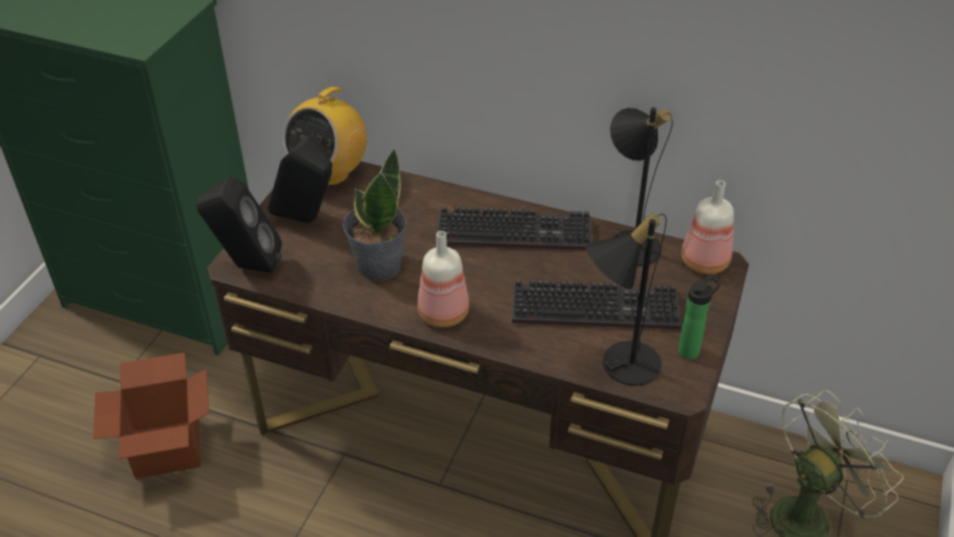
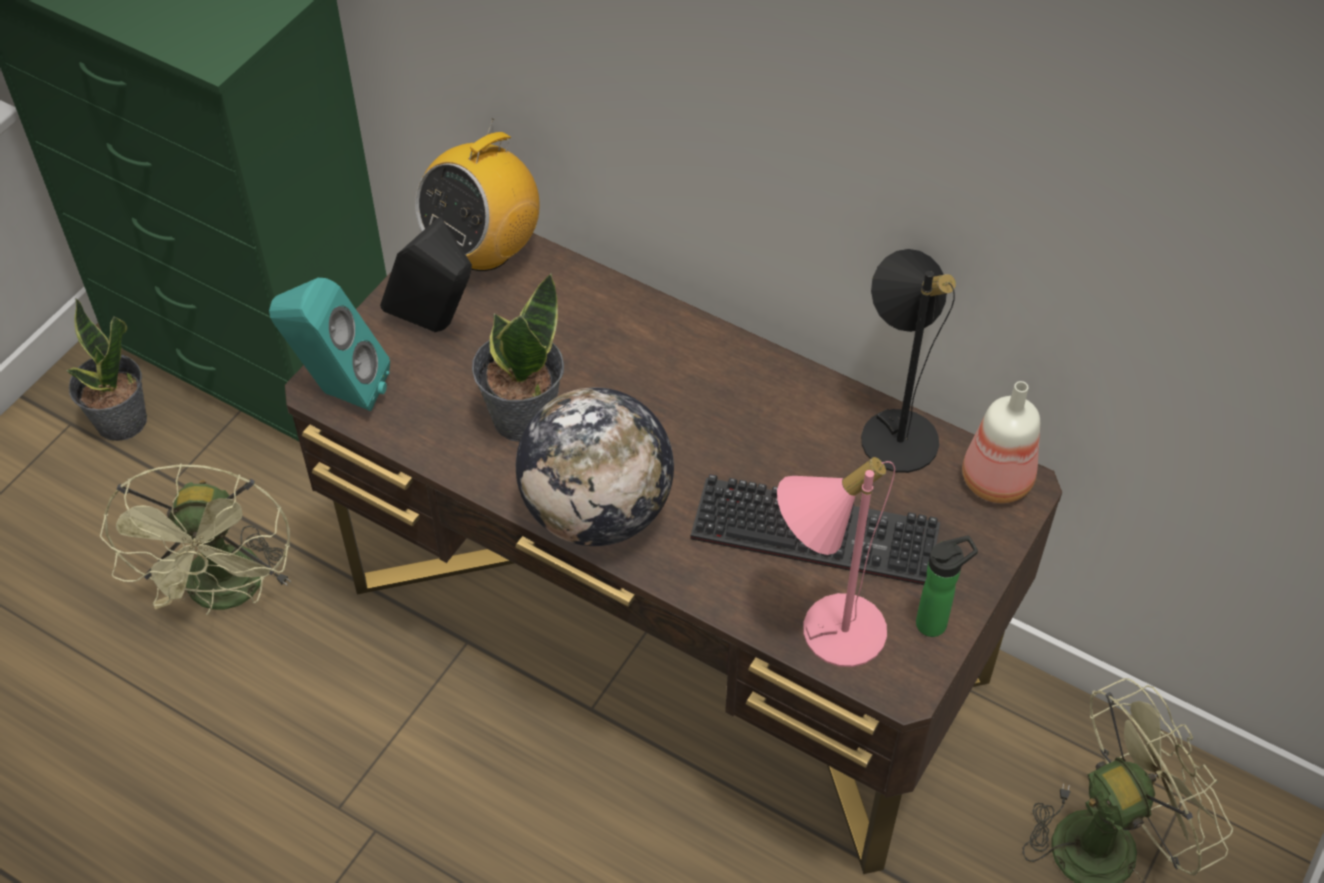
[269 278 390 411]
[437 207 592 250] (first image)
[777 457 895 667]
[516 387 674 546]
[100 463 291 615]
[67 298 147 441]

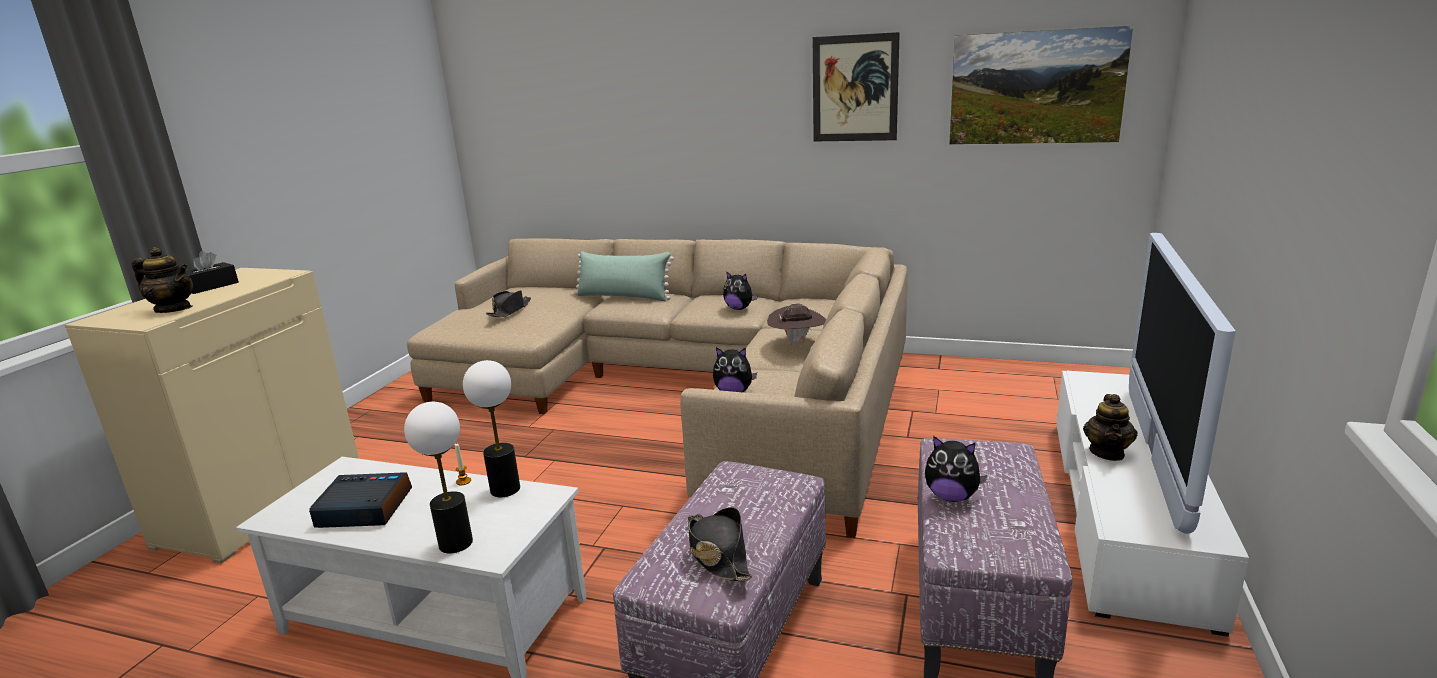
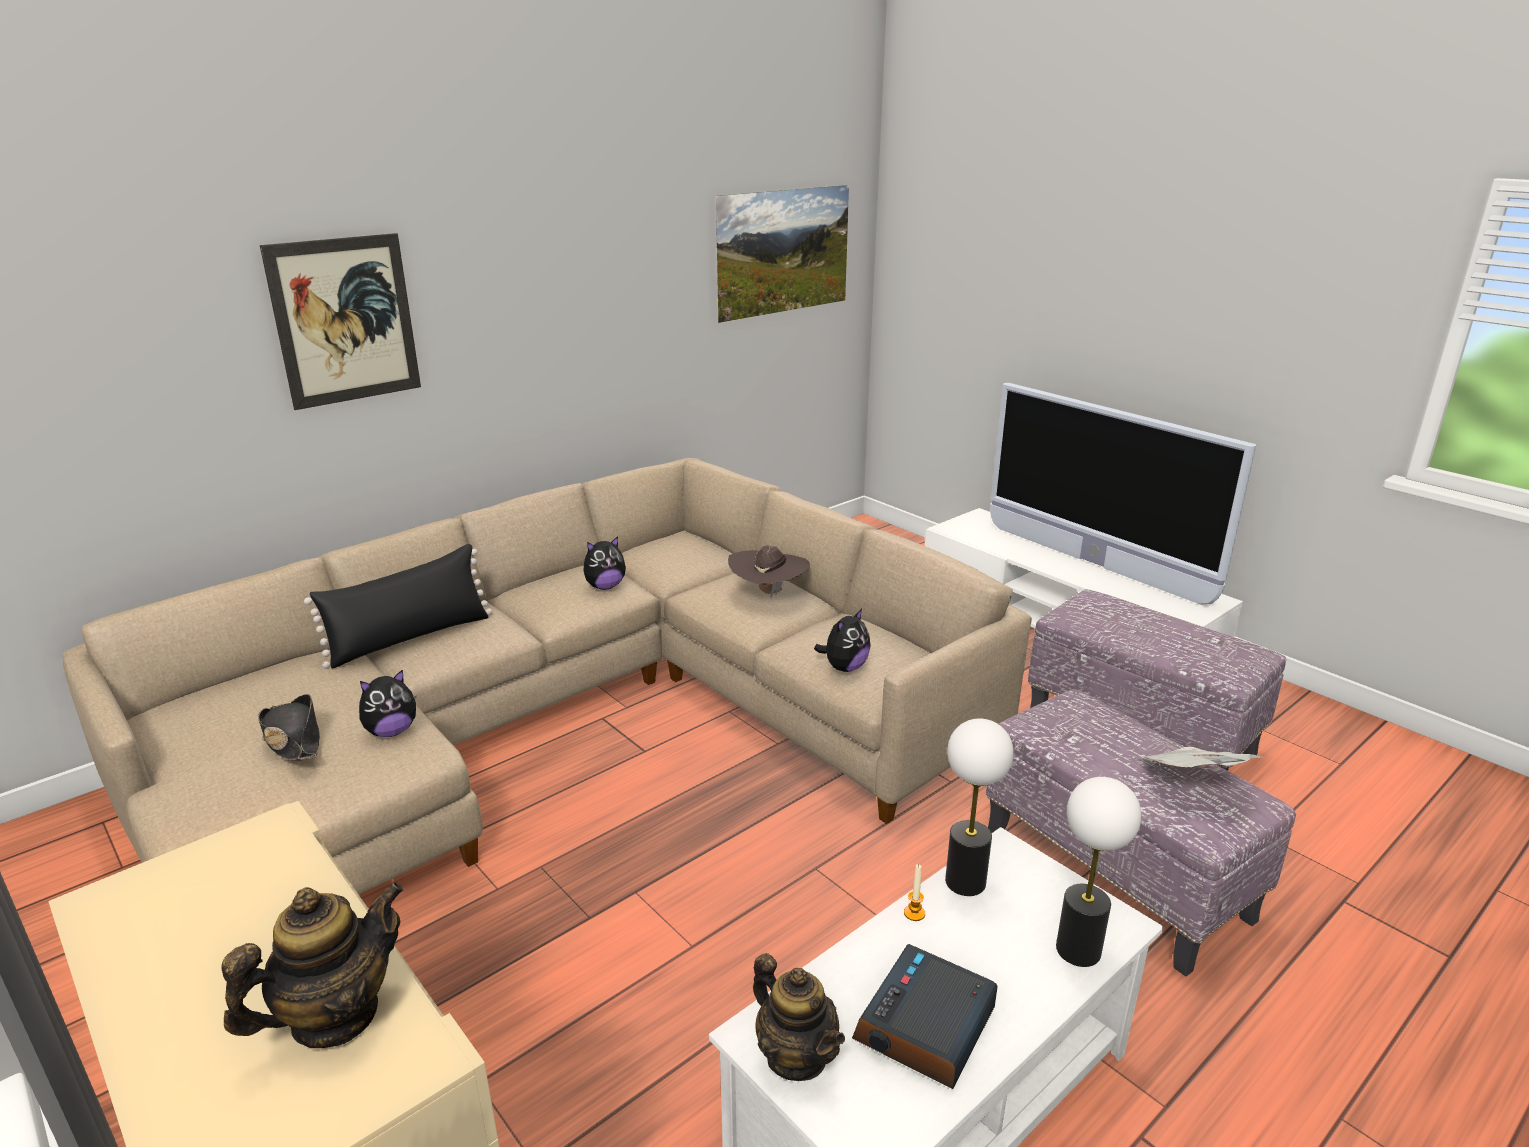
[260 233 421 410]
[185 251 239 294] (first image)
[304 544 492 669]
[753 953 845 1081]
[359 669 416 737]
[1141 747 1264 768]

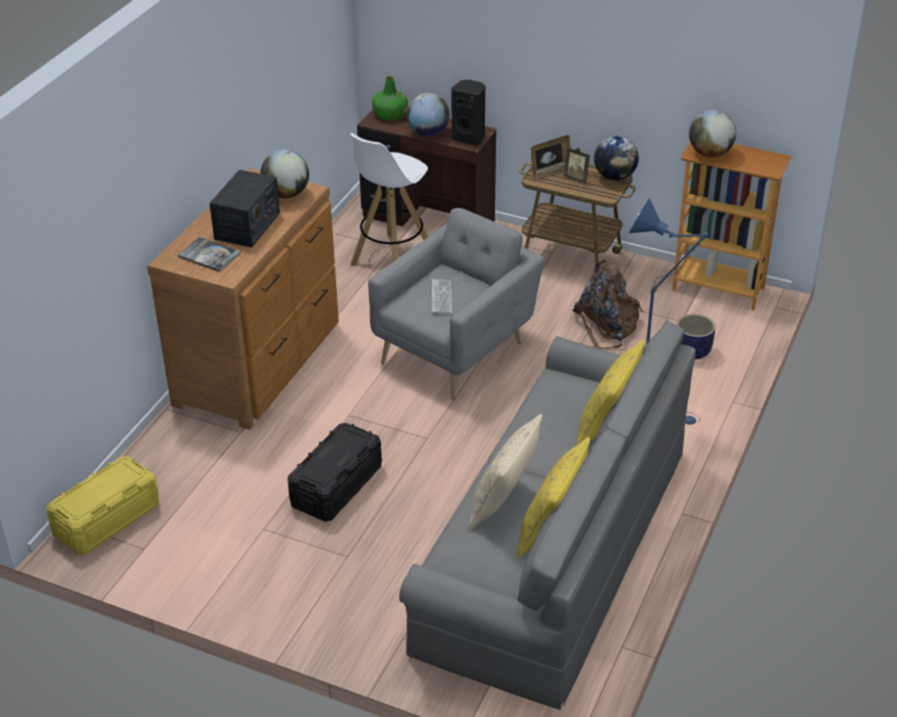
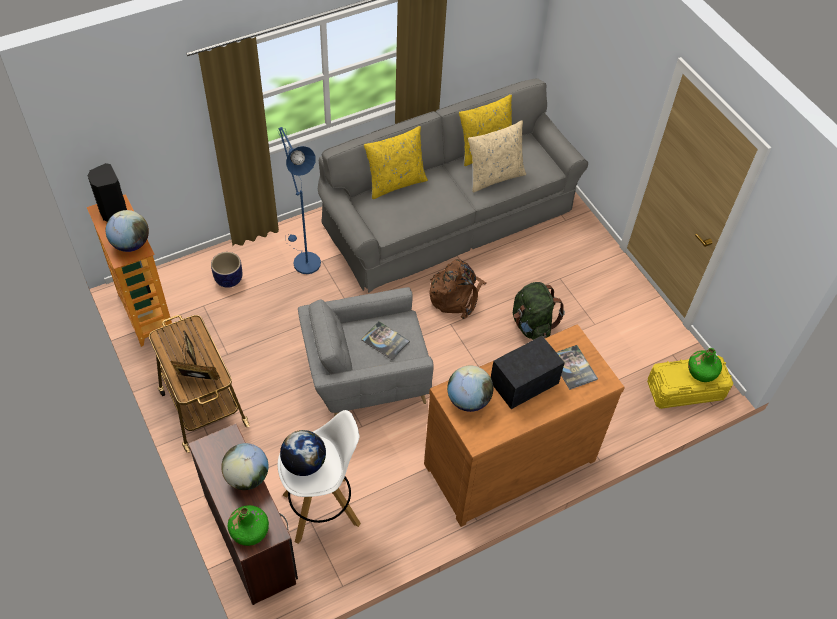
[88 163 127 222]
[280 430 326 476]
[429 259 487 319]
[361 321 410 360]
[513 282 565 340]
[688 348 722 382]

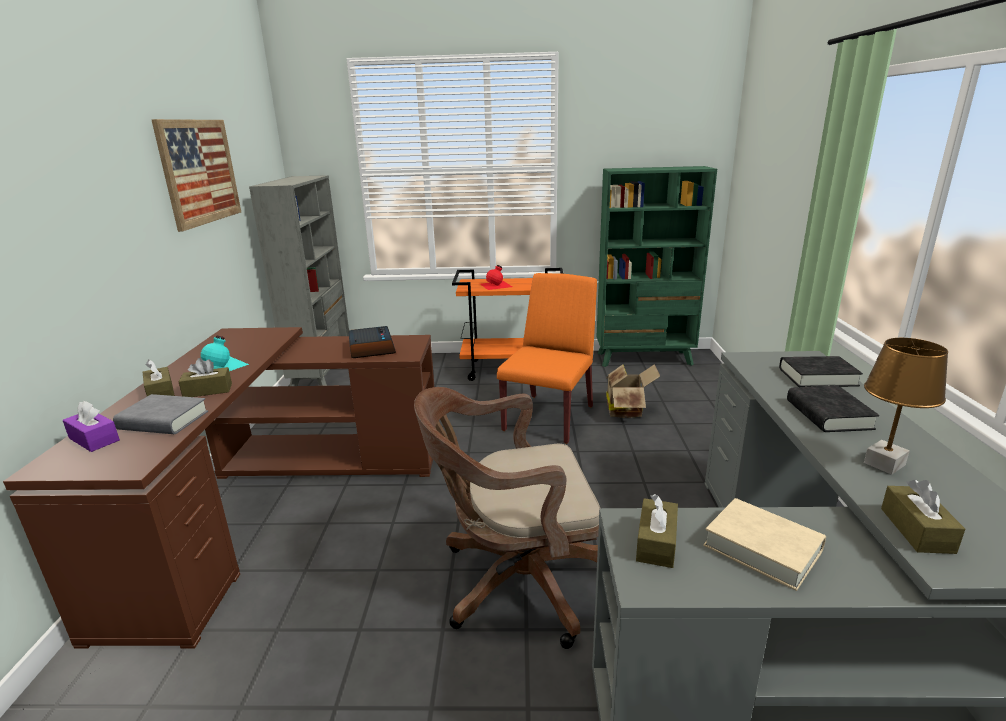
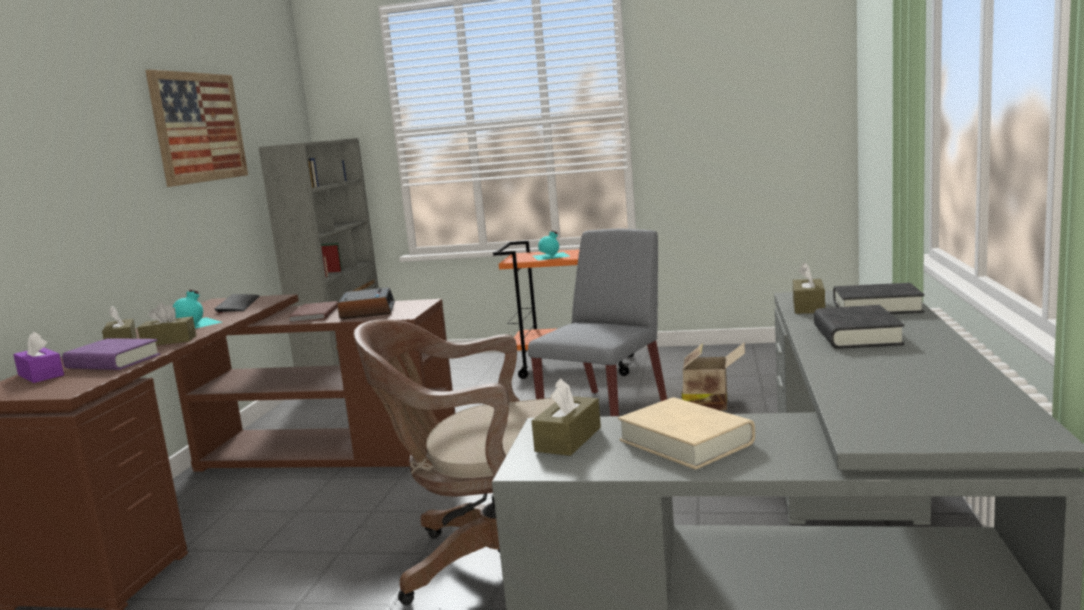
[597 166 717 367] (first image)
[533 230 571 260]
[528 228 667 416]
[864 338 948 475] (first image)
[62 338 160 370]
[793 262 825 314]
[214 294 260 313]
[288 301 338 323]

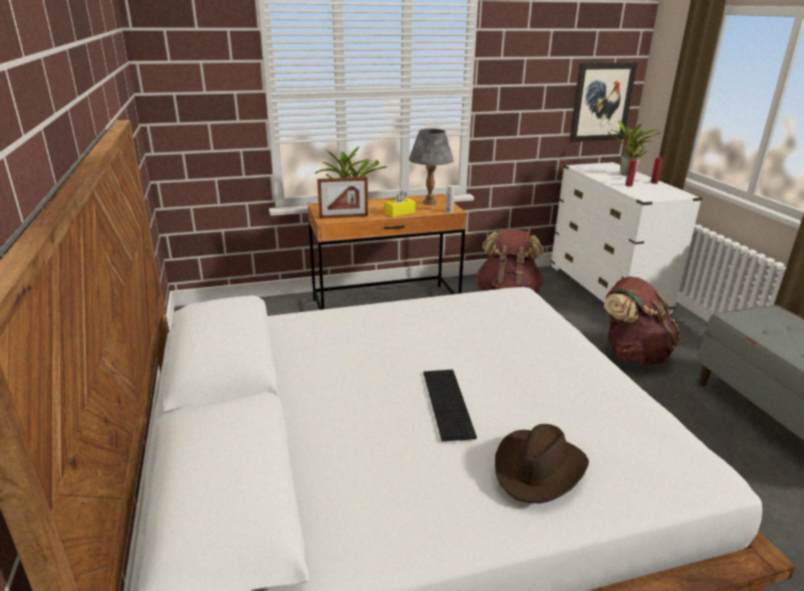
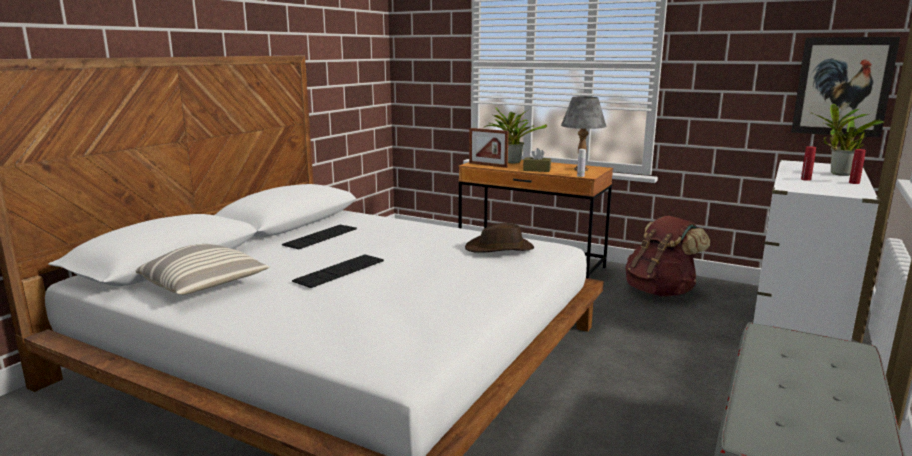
[523 148 551 172]
[604 276 680 365] (first image)
[465 223 534 253]
[282 225 357 249]
[136 244 269 295]

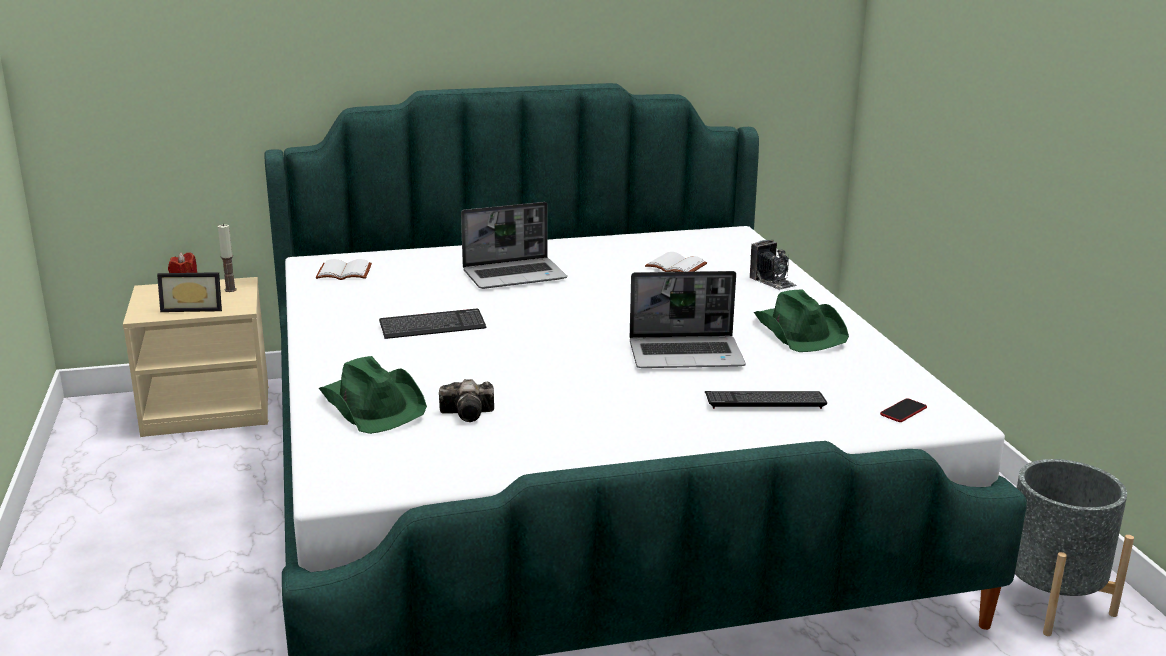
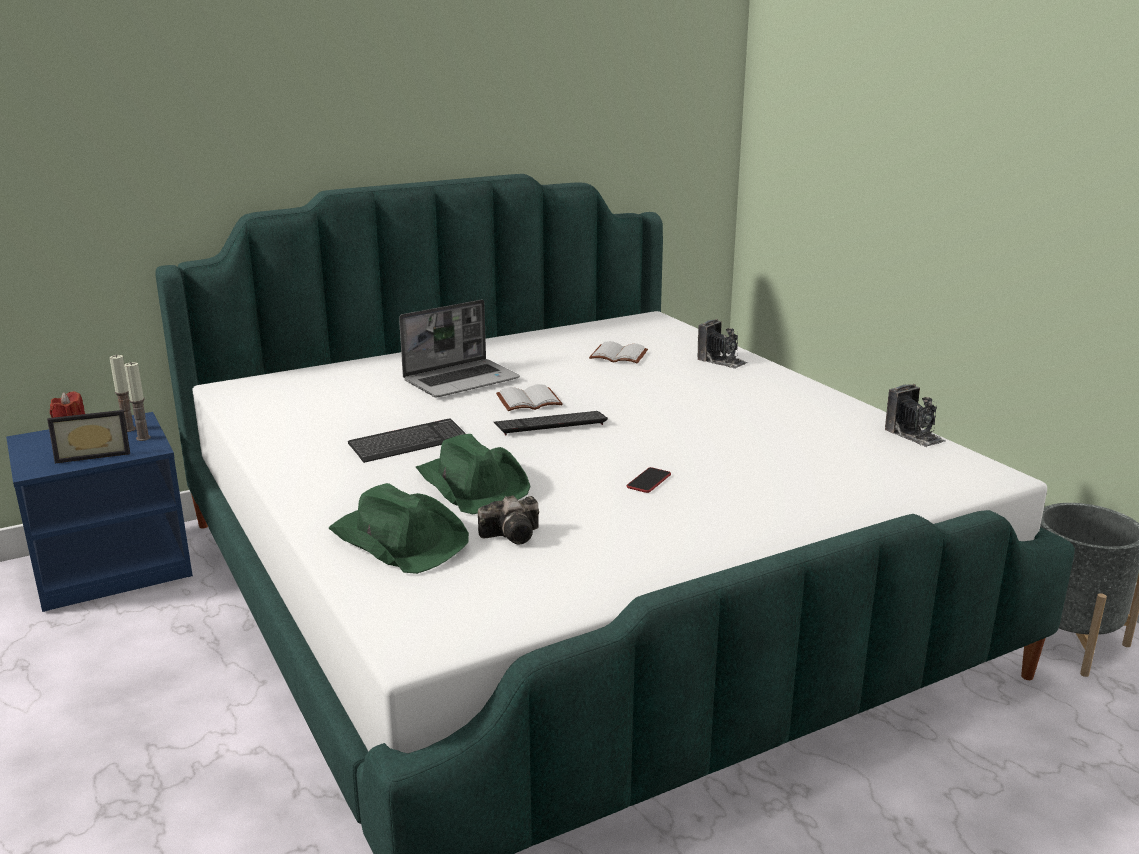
[496 384 563 411]
[630 271 746 368] (first image)
[6 412 193 612]
[416 434 531 514]
[494 411 608 435]
[627 467 671 493]
[124 362 151 441]
[885 384 945 447]

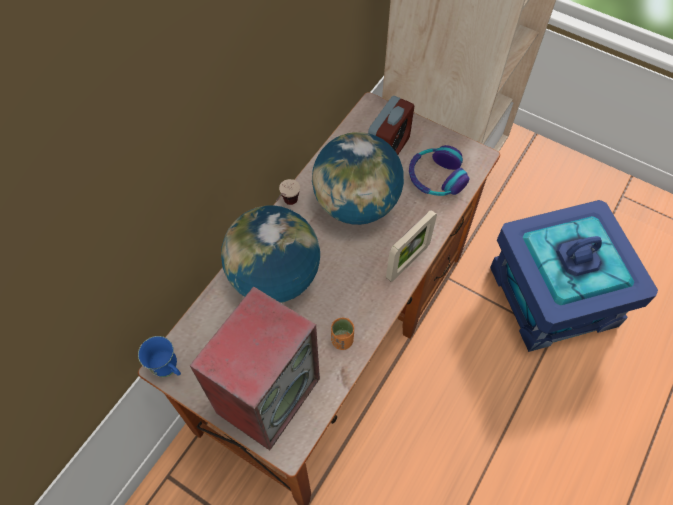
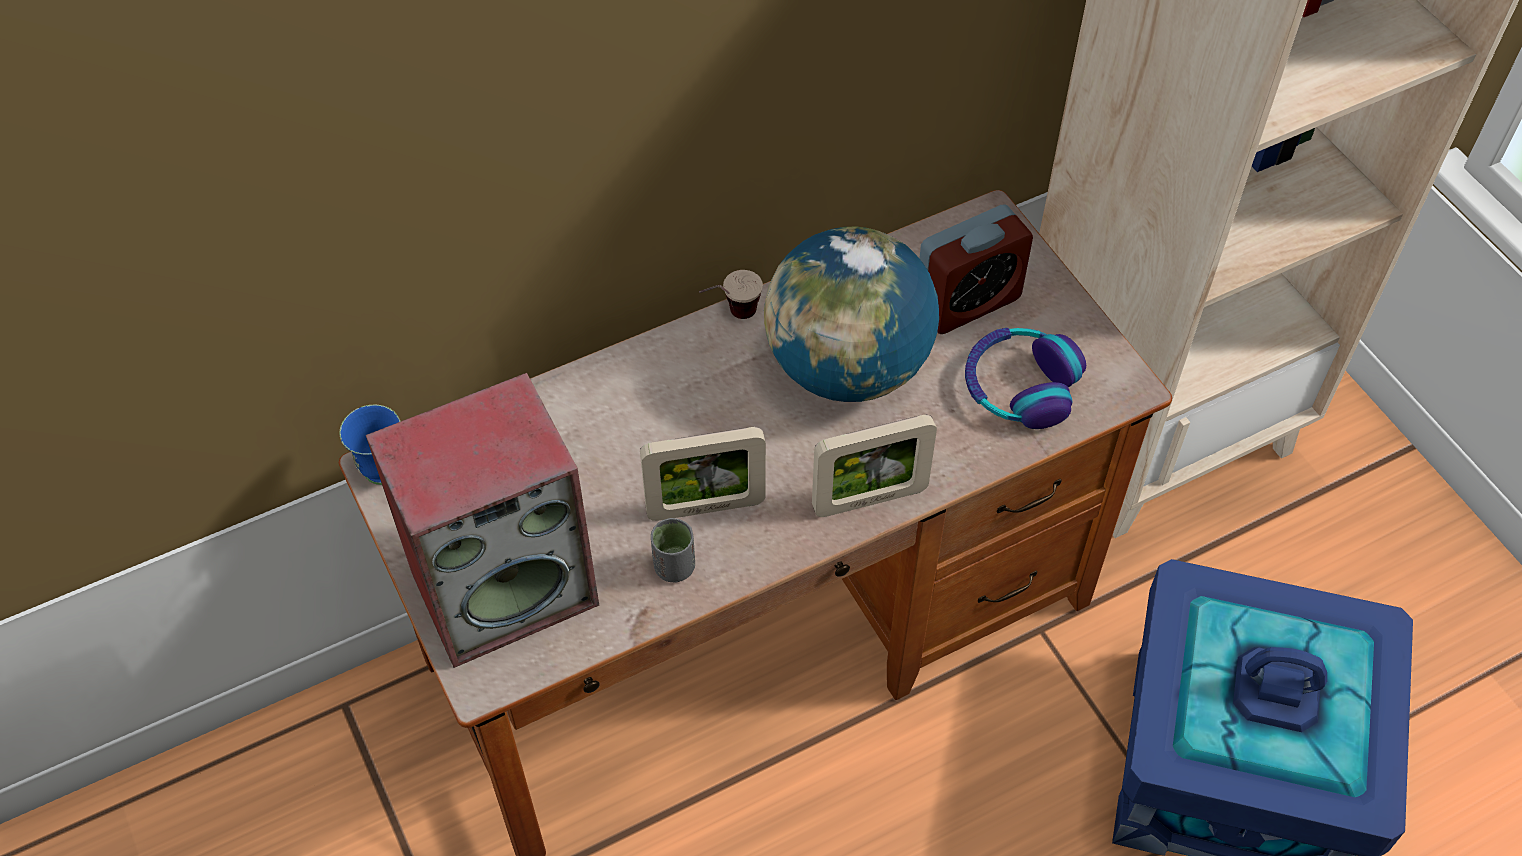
[221 205 320 303] (first image)
[651 518 695 582]
[640 427 766 521]

